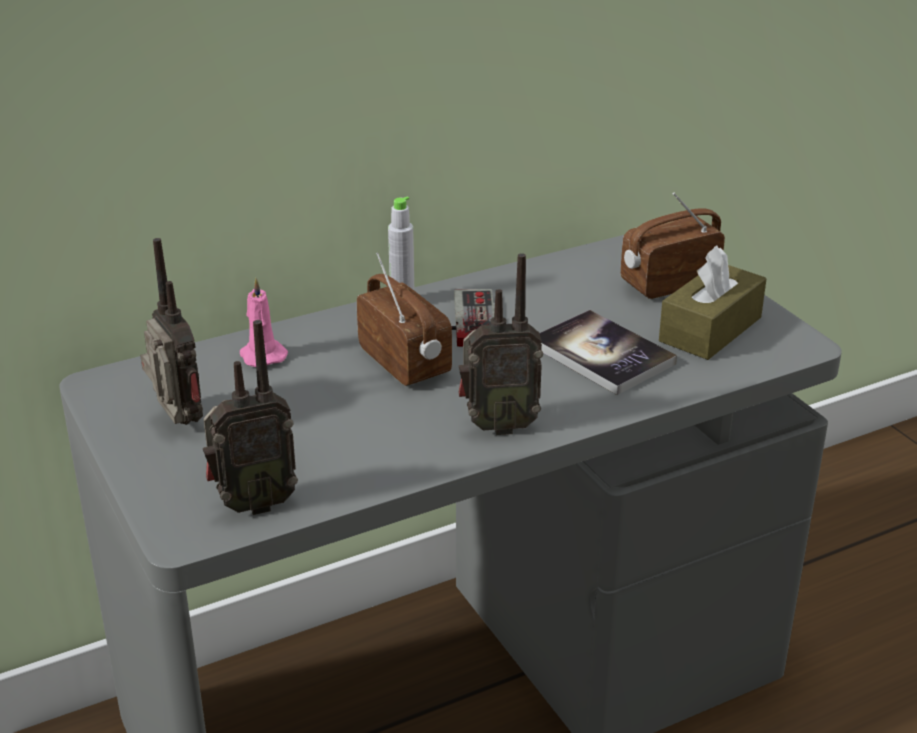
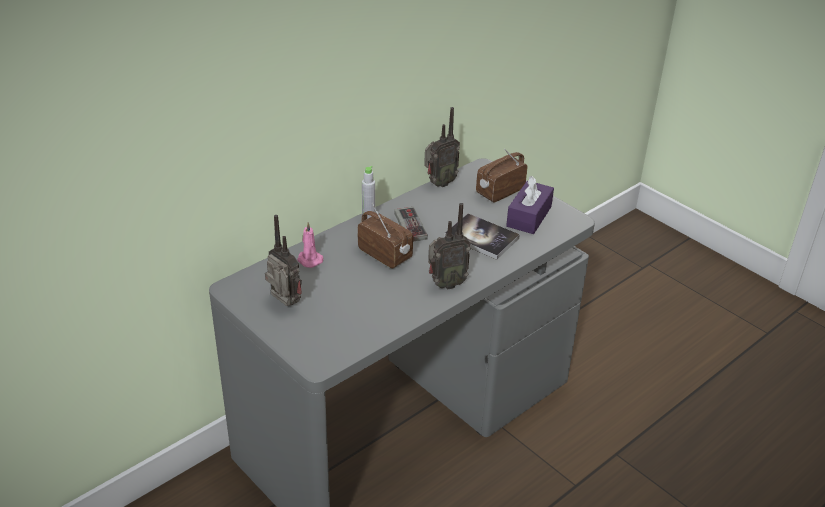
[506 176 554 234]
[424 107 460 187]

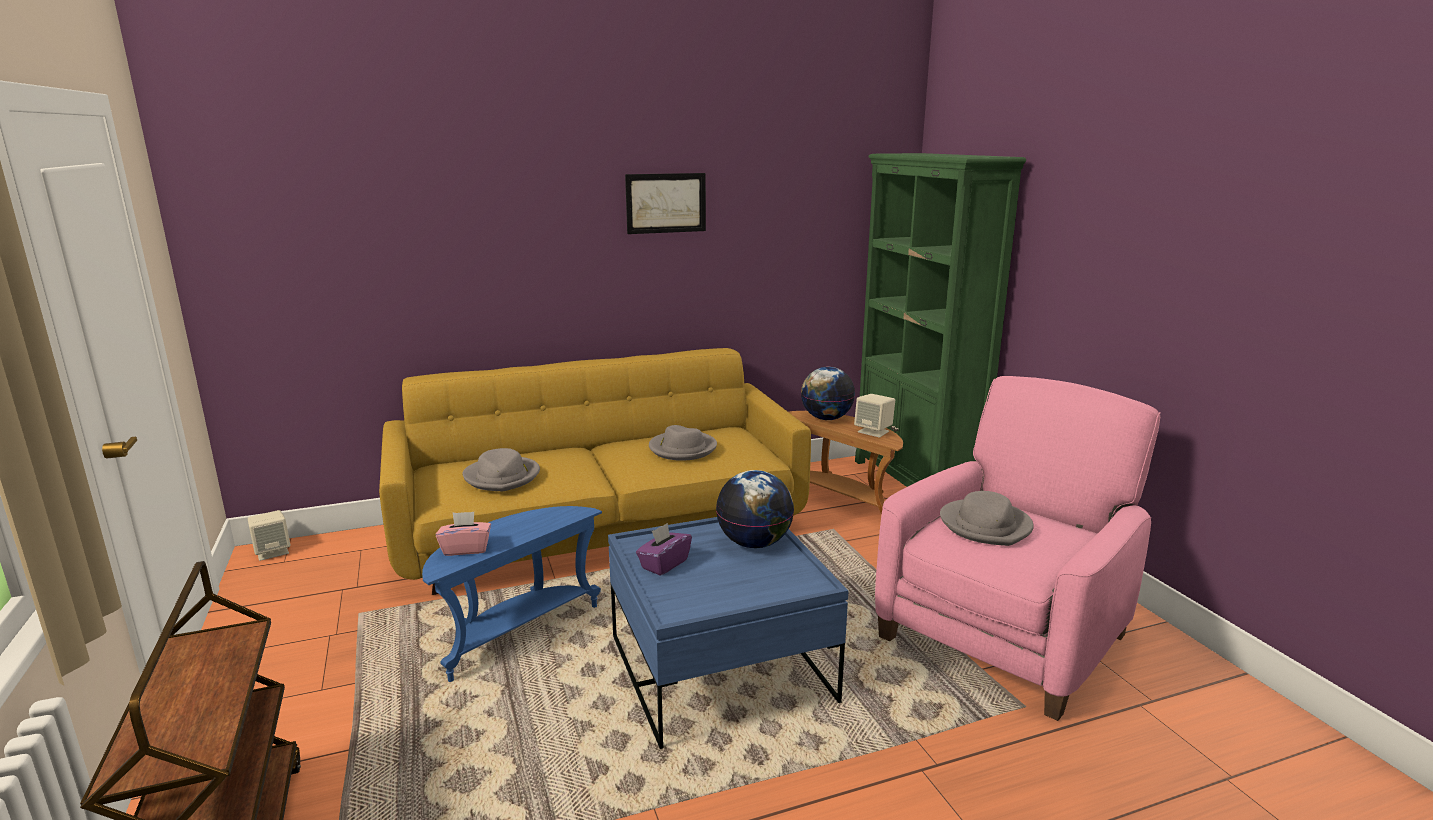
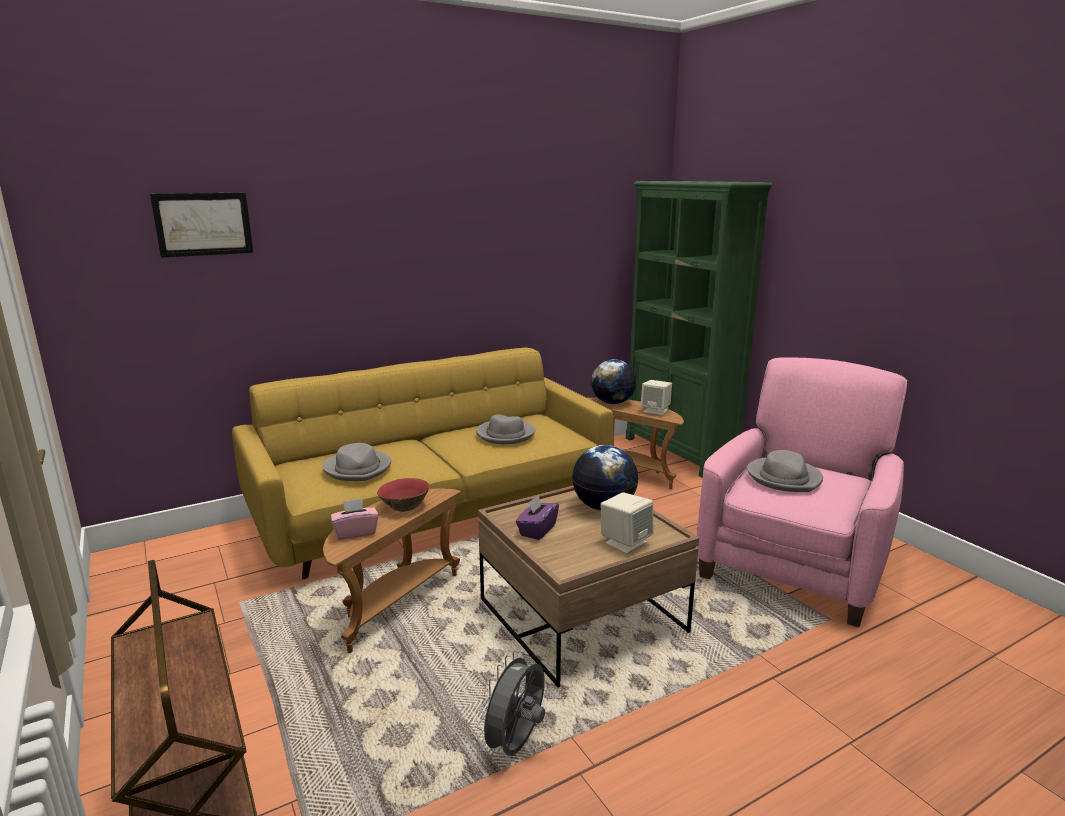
[150 193 253 258]
[323 489 461 653]
[601 492 653 554]
[478 486 699 687]
[377 478 429 512]
[477 651 545 756]

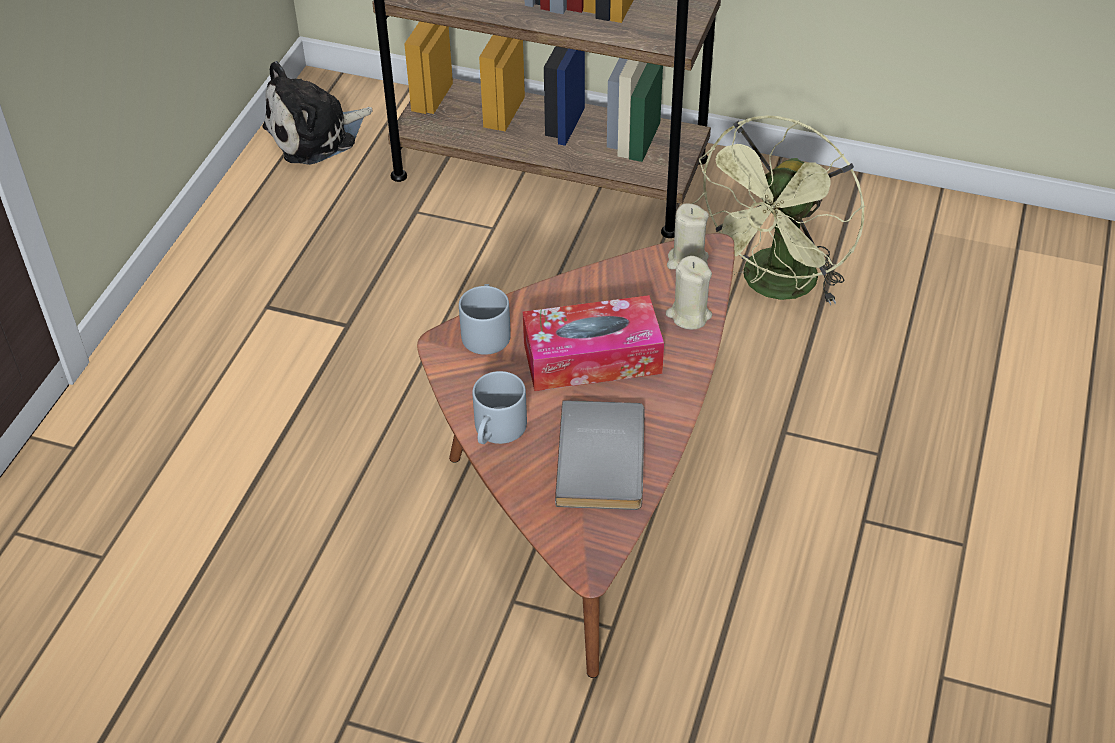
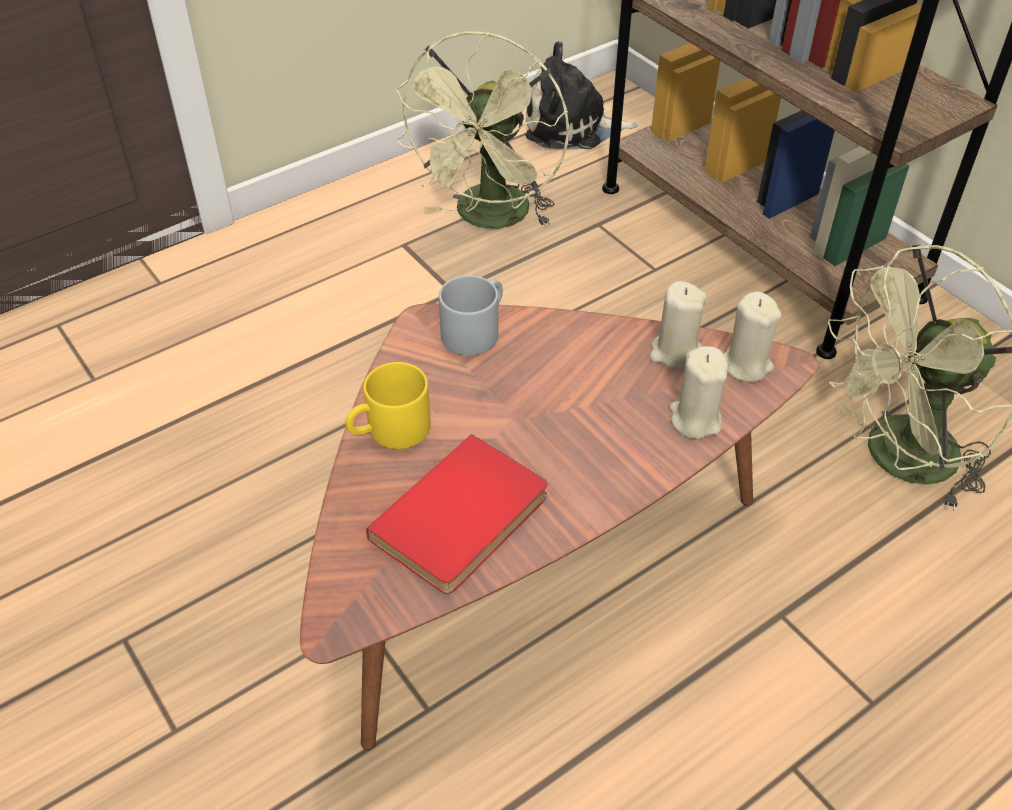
[523 295 664 391] (first image)
[345 362 431 449]
[366 434 548 594]
[395 31 569 229]
[649 281 707 370]

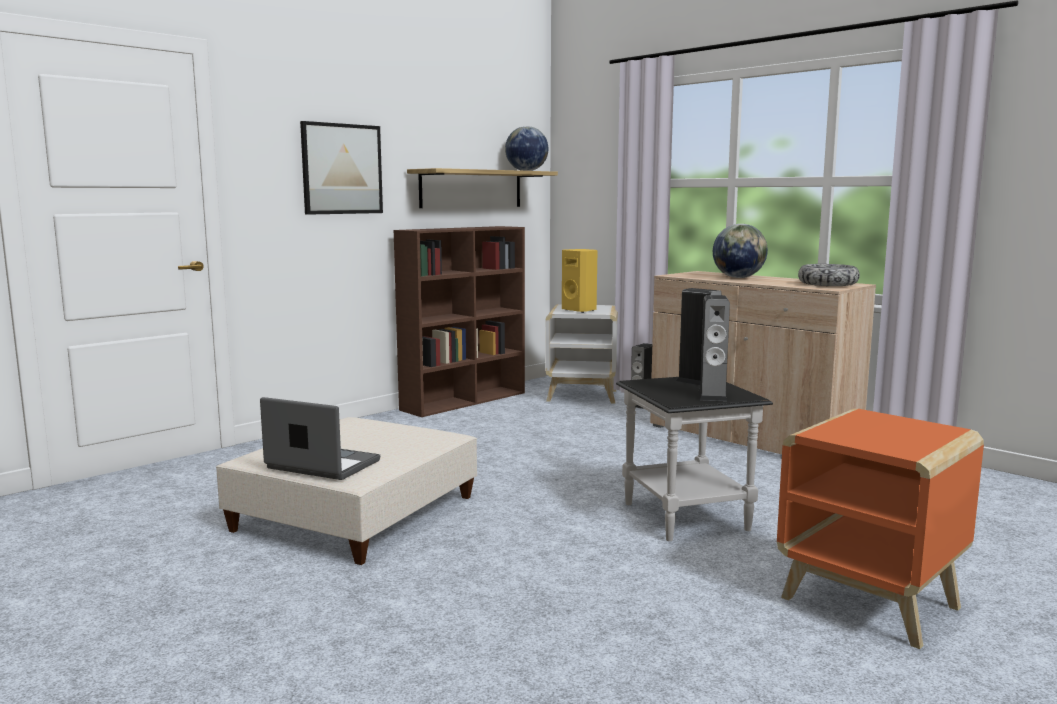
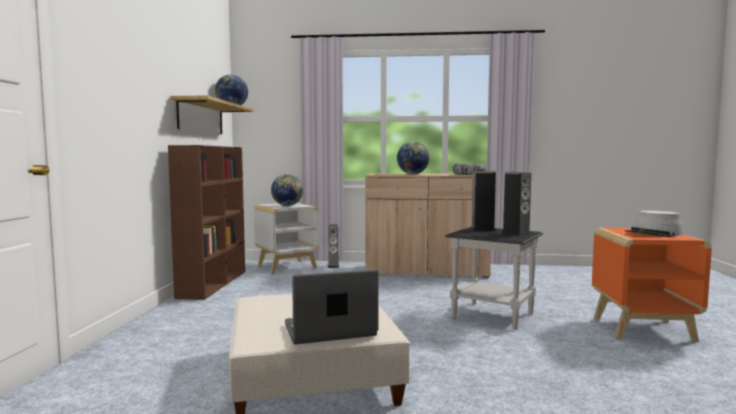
[300 121 383 215] (first image)
[271 174 303 206]
[625 210 683 237]

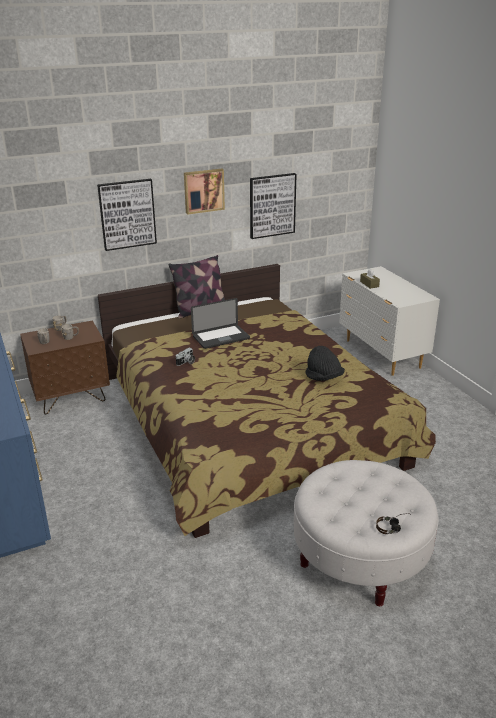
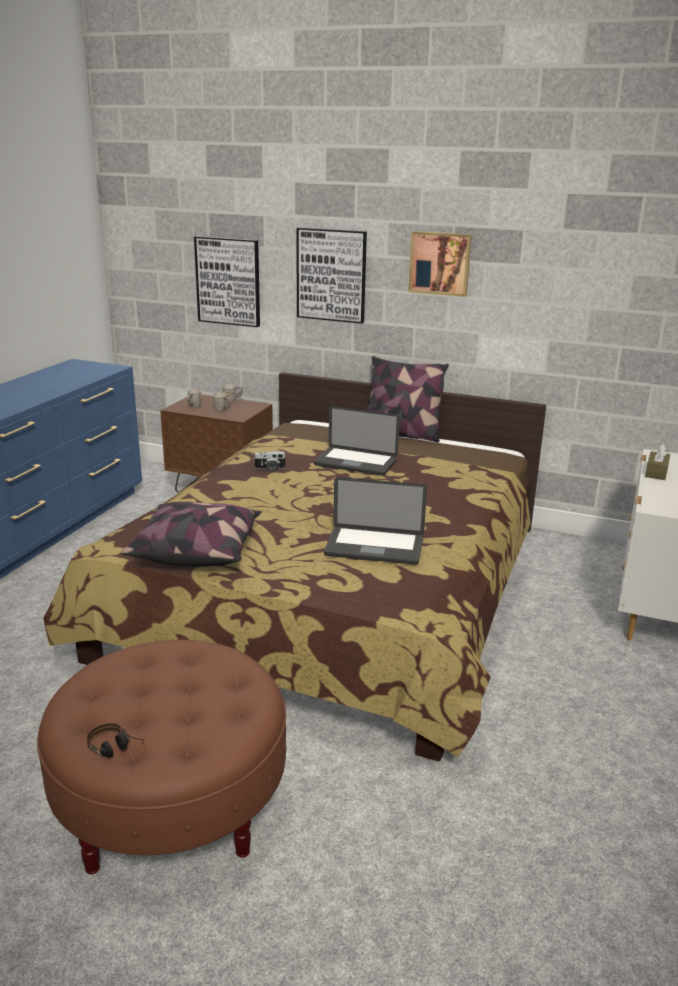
[194 236 260 327]
[324 477 427 565]
[37 640 286 874]
[121 502 262 567]

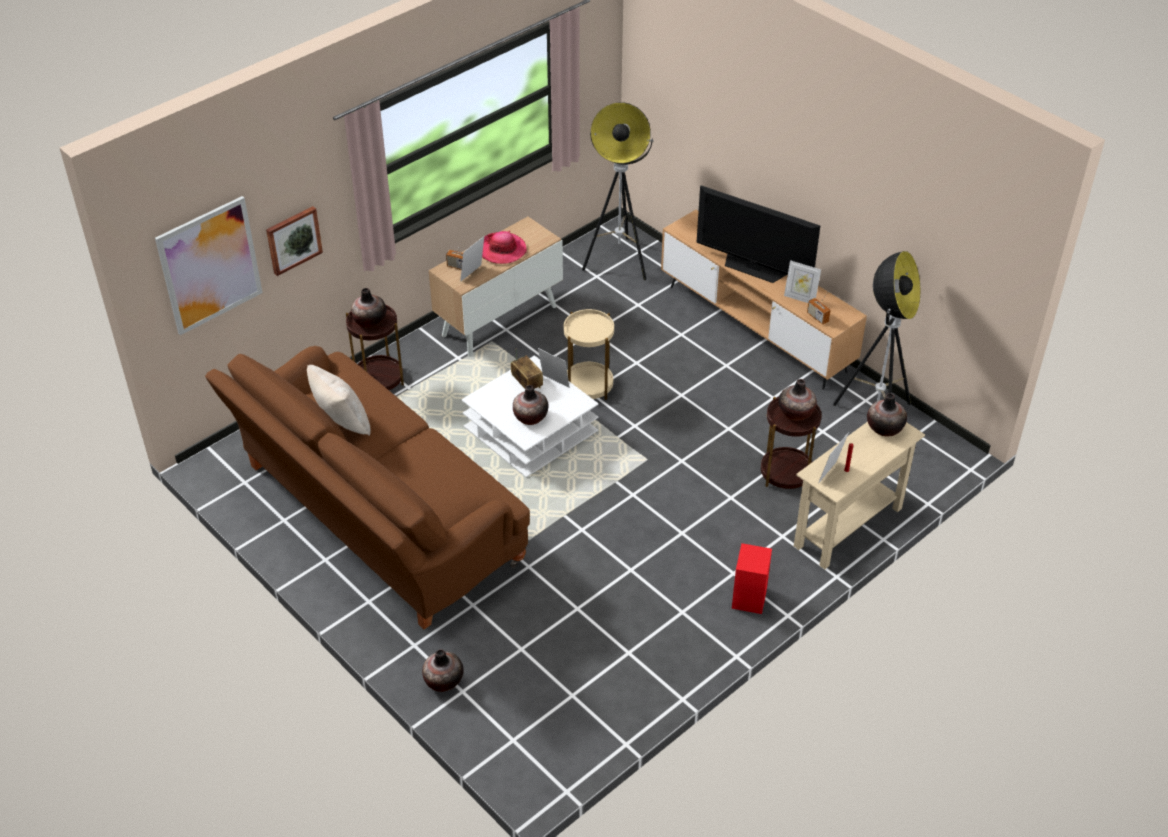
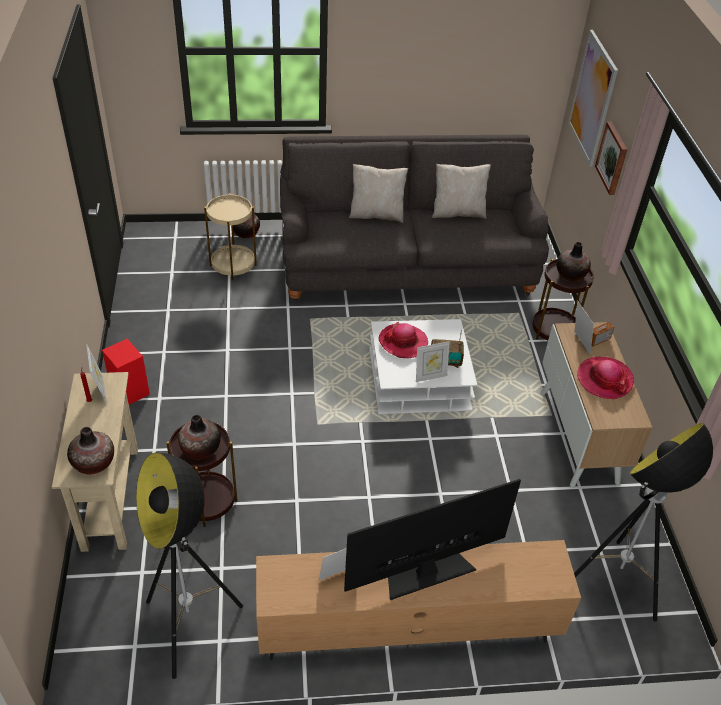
[807 294 830 325] (first image)
[204 193 257 280]
[280 135 549 302]
[378 322 428 358]
[348 164 408 223]

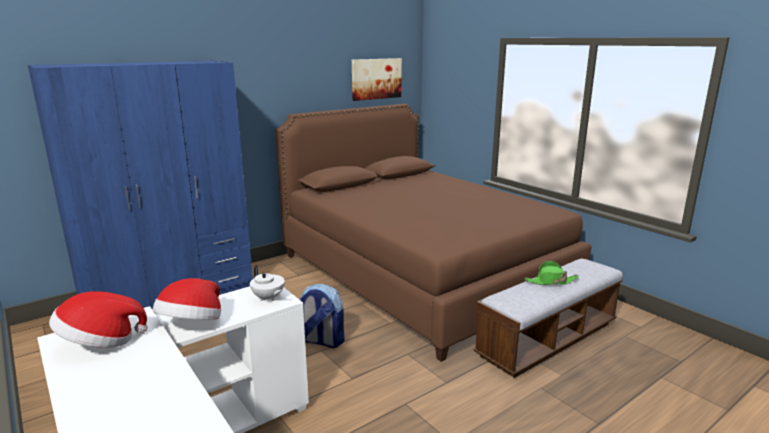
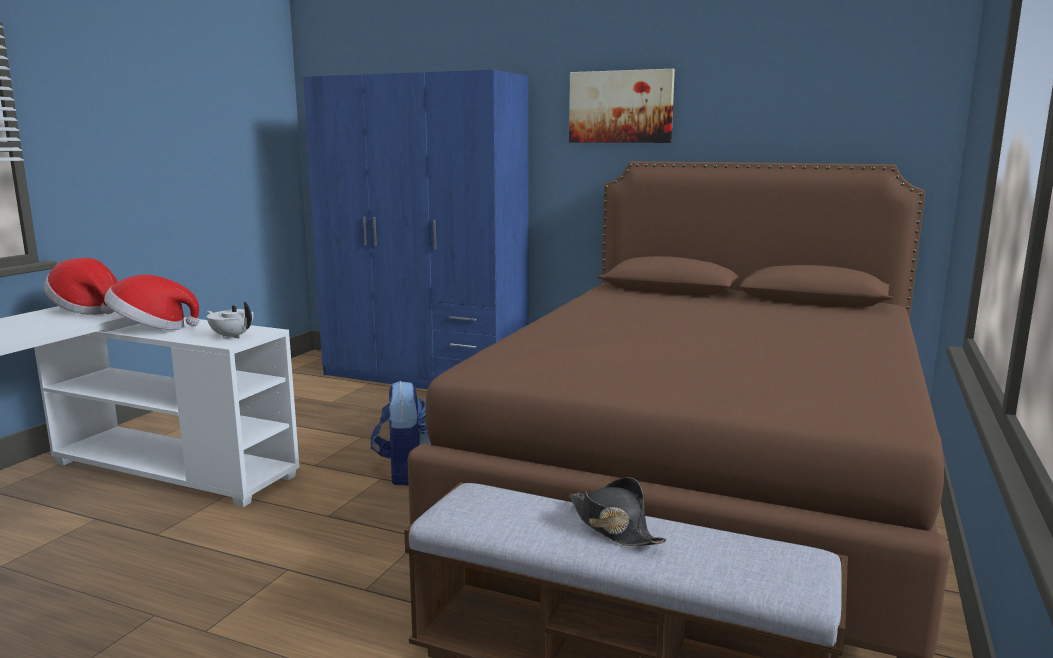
[569 69 675 143]
[569 477 667 546]
[207 301 254 339]

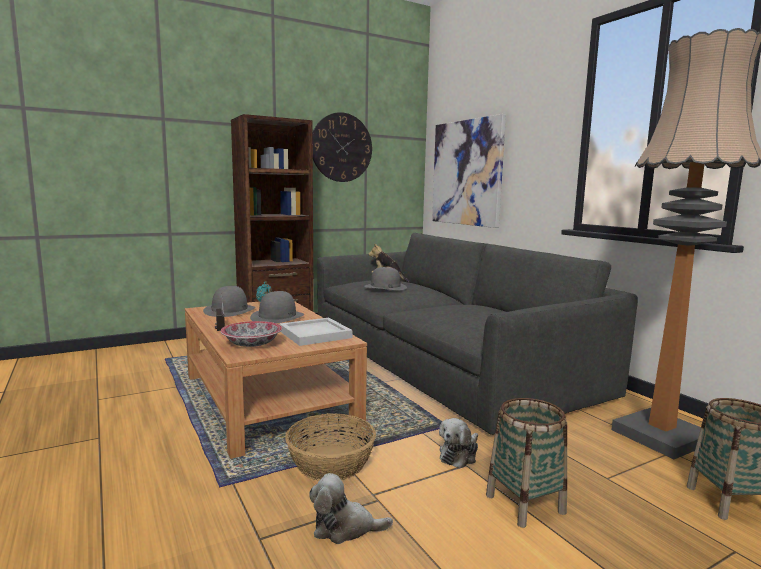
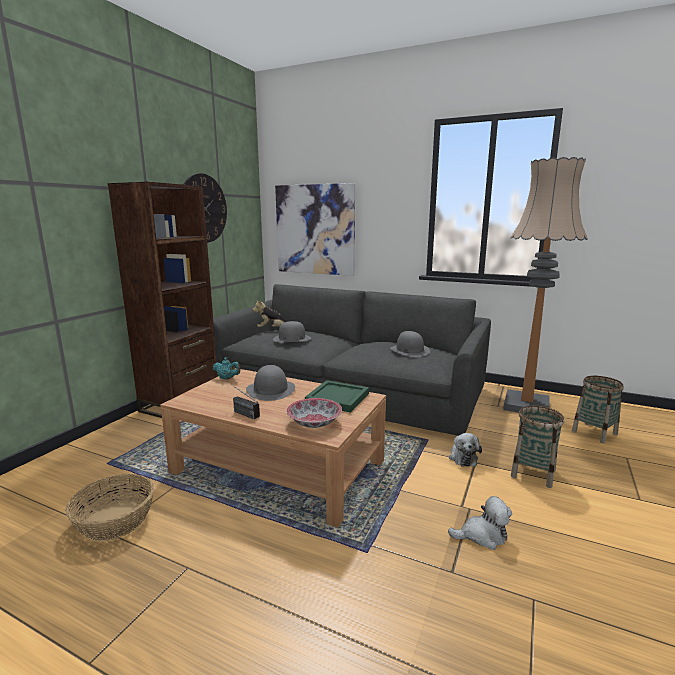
[390 331 430 357]
[305 380 369 413]
[65 474 154 541]
[448 496 512 550]

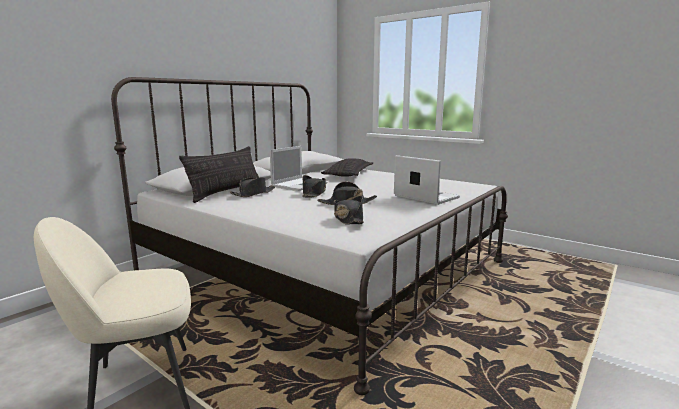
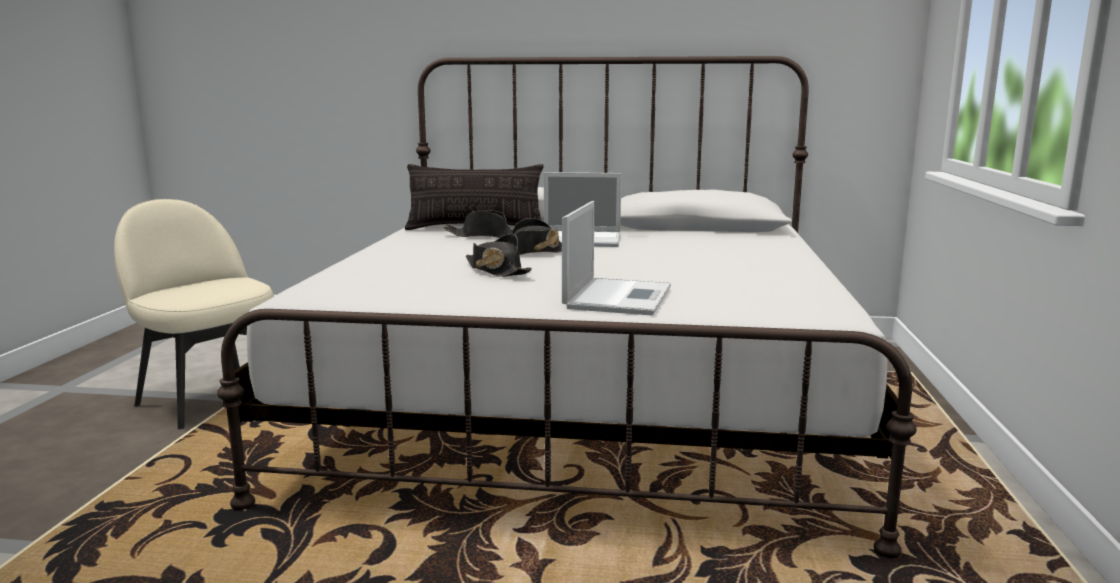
[321 158 373 177] (first image)
[334 196 364 224] (first image)

